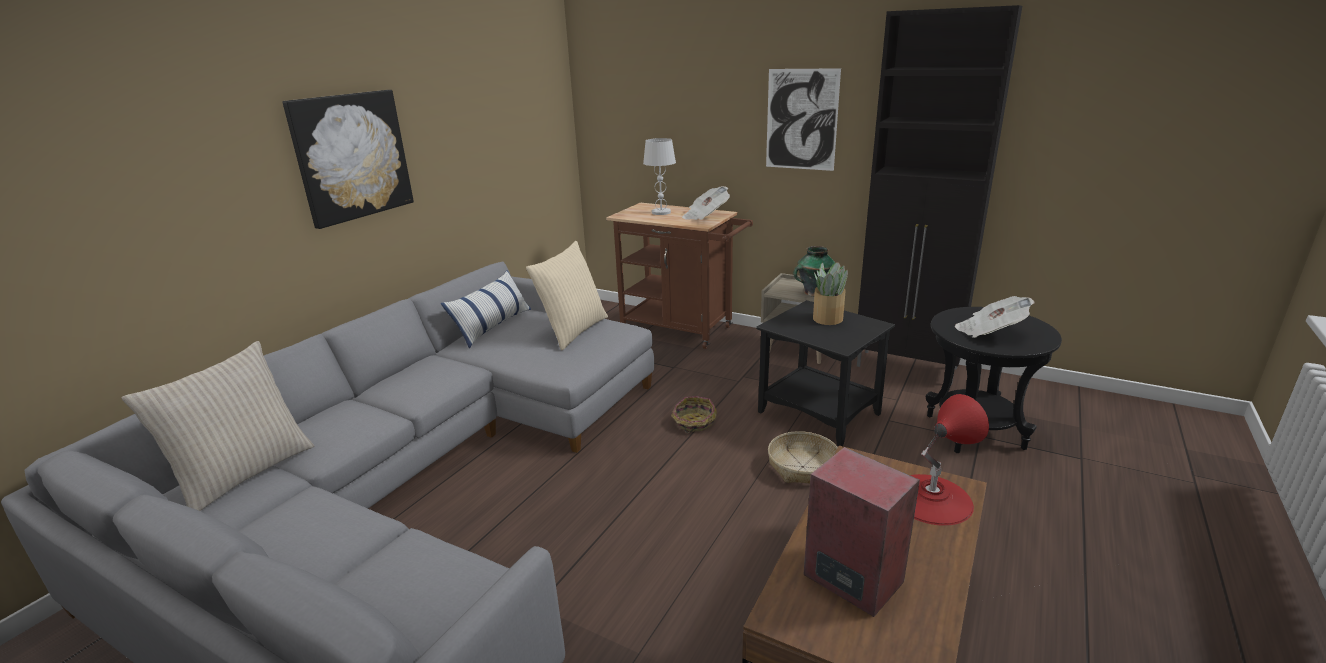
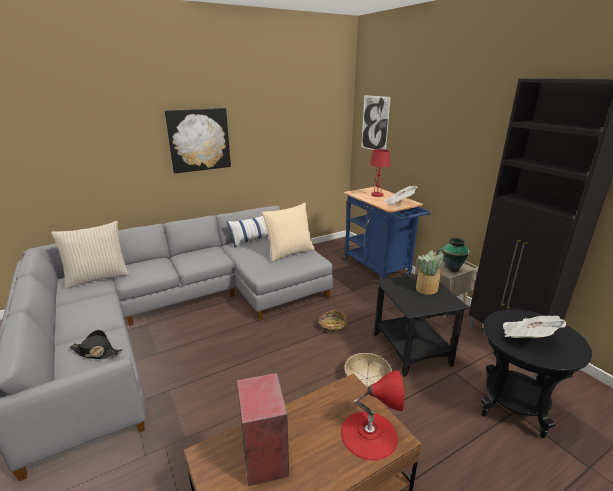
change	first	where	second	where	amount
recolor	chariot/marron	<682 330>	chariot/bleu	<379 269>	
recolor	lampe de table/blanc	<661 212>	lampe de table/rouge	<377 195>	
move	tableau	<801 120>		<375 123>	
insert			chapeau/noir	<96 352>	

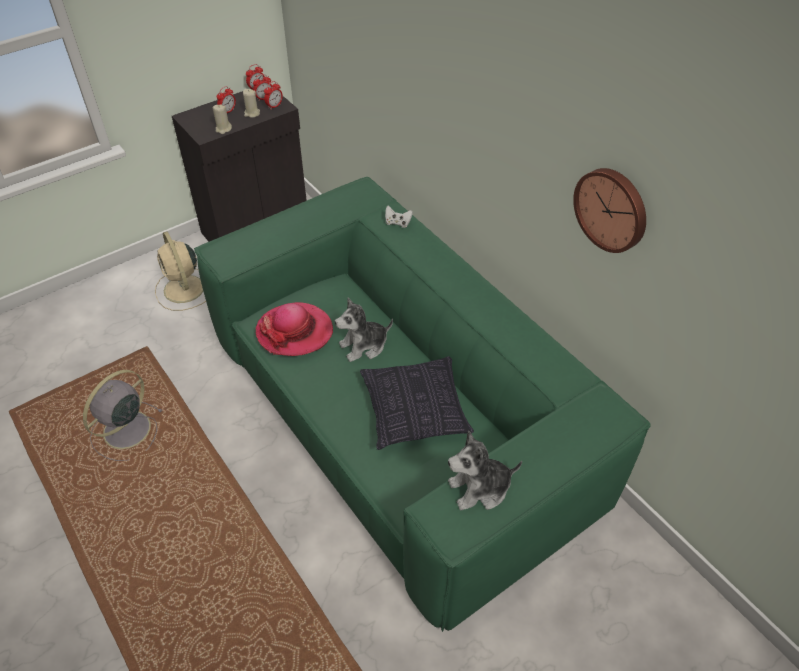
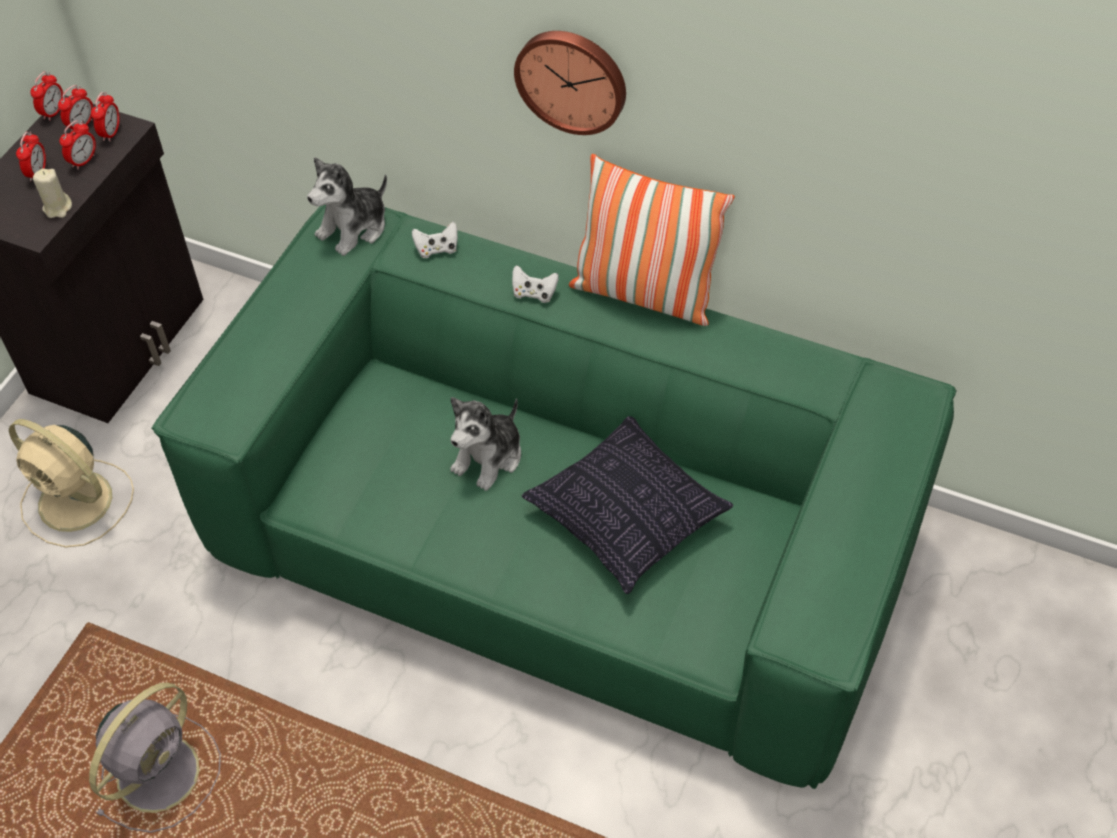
change	first	where	second	where	amount
rotate	ventilateur/gris	<125 431>		<161 770>	150 degrees counterclockwise
replace	bougie/beige	<252 113>	réveil	<83 161>	
delete	chapeau	<294 332>			
move	peluche	<480 488>		<354 228>	
move	horloge murale	<612 209>		<572 79>	
insert			manette/blanc	<534 293>	
insert			coussin	<643 294>	

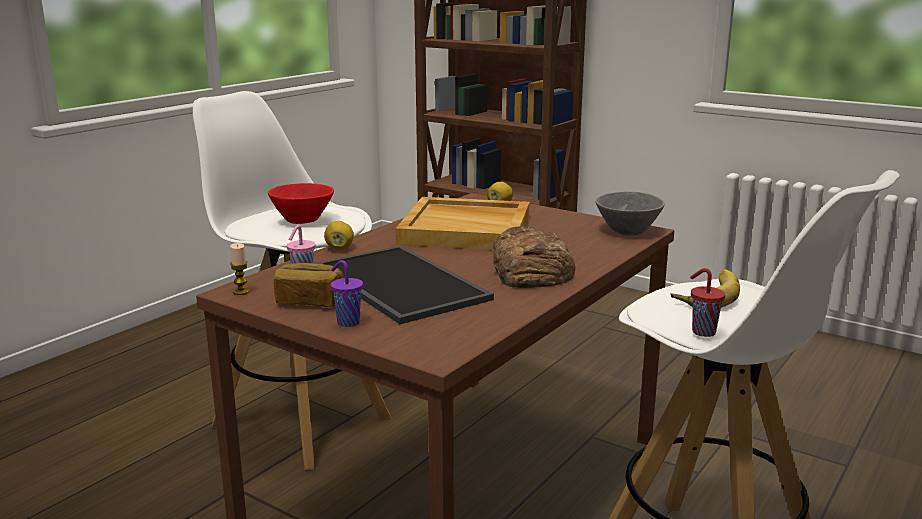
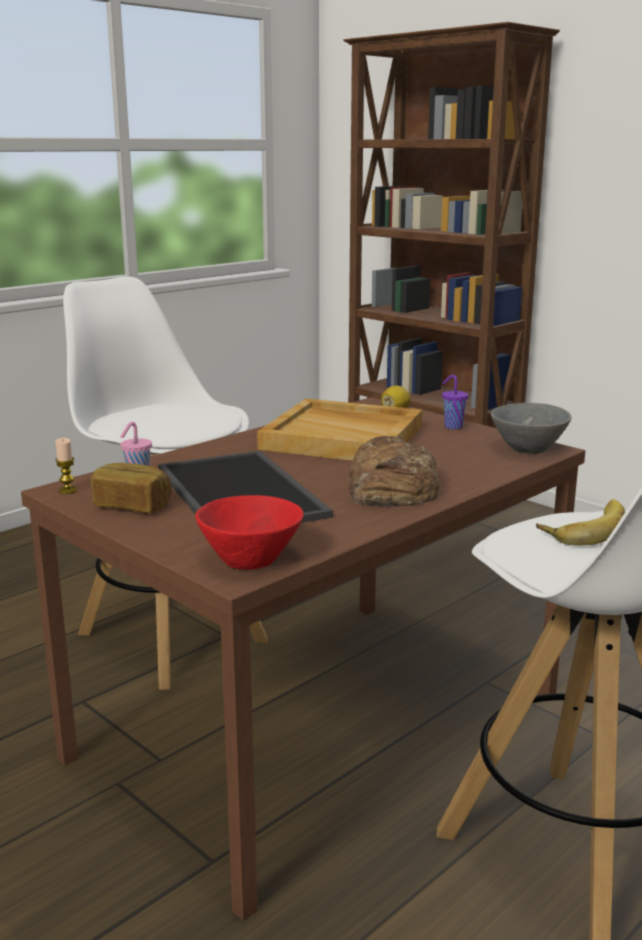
change	first	where	second	where	amount
move	bol/rouge	<304 220>		<253 559>	
delete	citron	<339 248>			
move	tasse/violet	<347 322>		<452 426>	
delete	tasse/rouge	<702 332>			

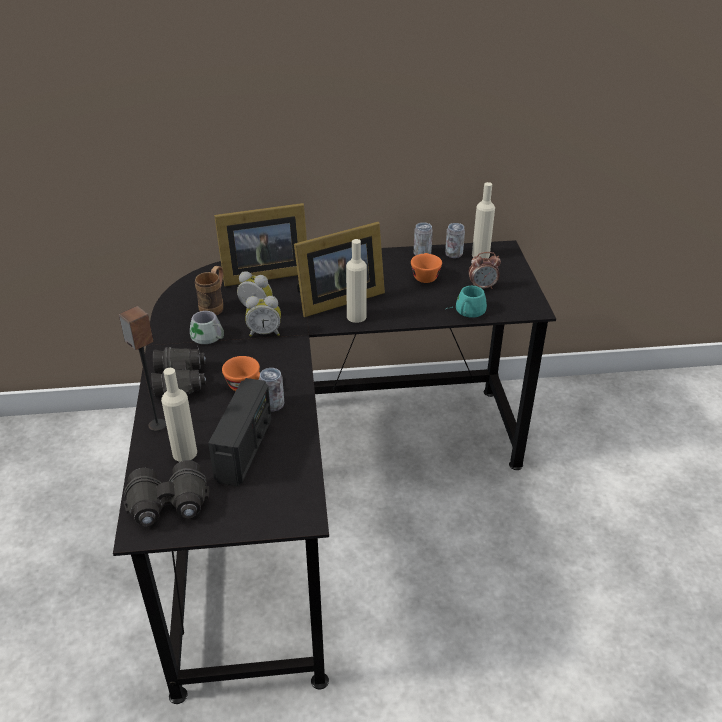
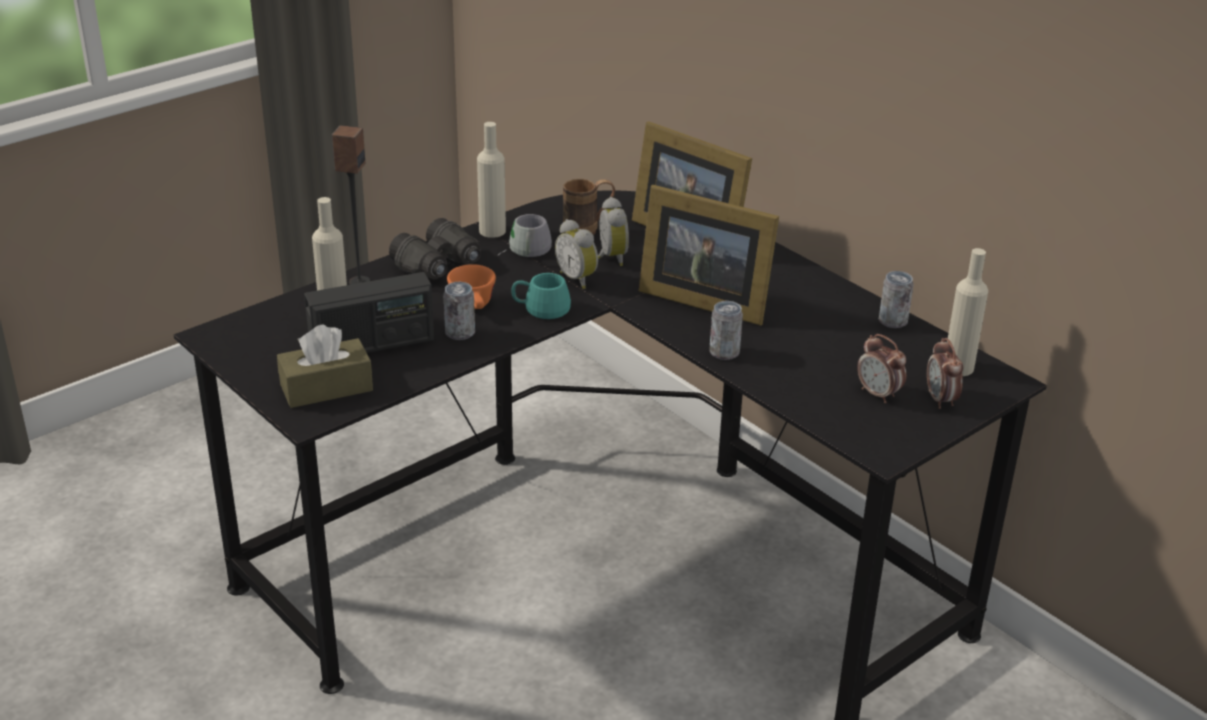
change	first	where	second	where	amount
delete	jumelles/noir	<169 505>			
move	bouteille/beige	<356 316>		<492 231>	
delete	tasse/orange	<424 275>			
move	boîte métallique	<453 254>		<724 352>	
move	mug/turquoise	<465 311>		<541 306>	
insert			boîte à mouchoirs/marron	<326 388>	
insert			réveil	<941 400>	

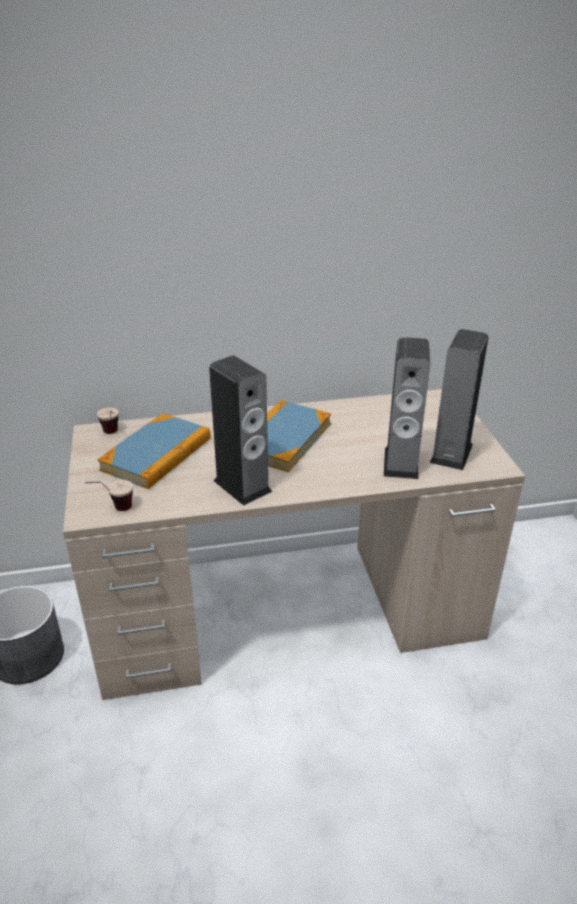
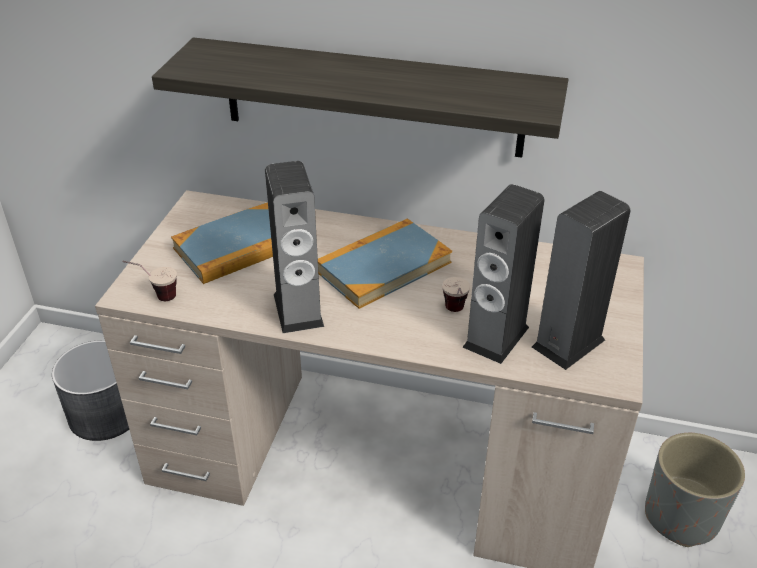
change	first	where	second	where	amount
move	tasse	<113 434>		<455 314>	
insert			étagère	<372 98>	
insert			cache-pot/gris	<681 516>	

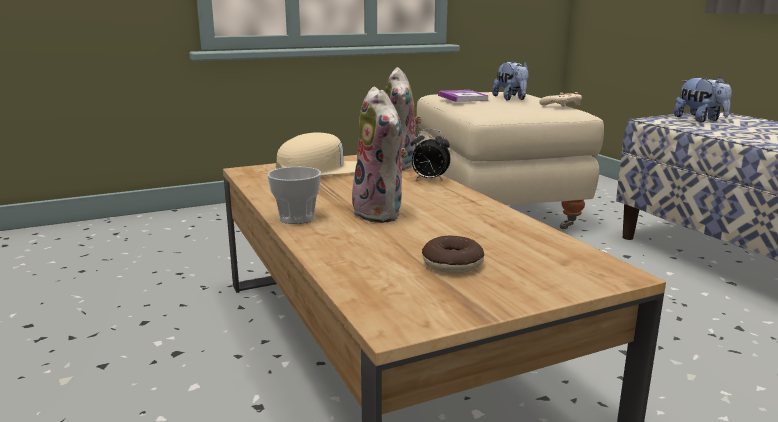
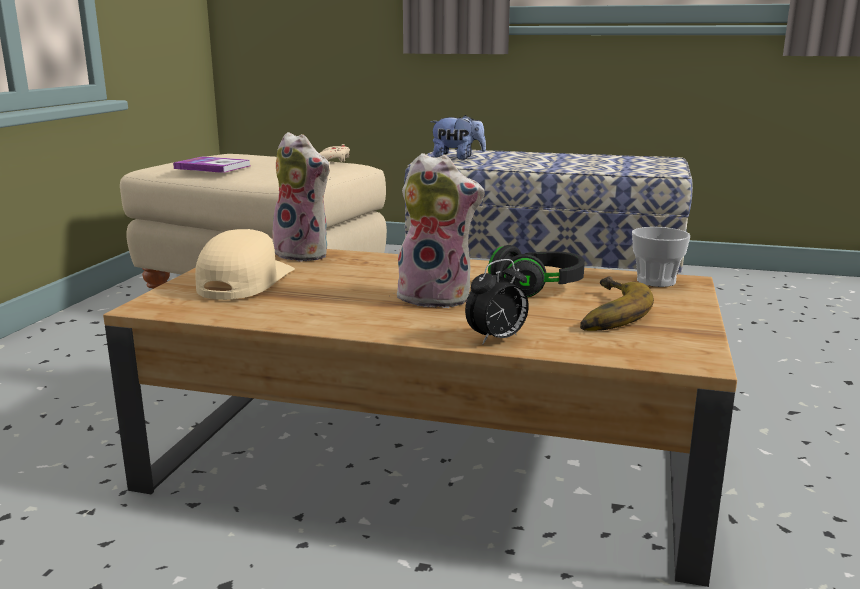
change	first	where	second	where	amount
move	tasse	<296 218>		<656 281>	
move	réveil	<429 180>		<497 339>	
replace	beignet	<452 264>	banane	<601 312>	
delete	peluche	<511 99>			
insert			casque audio/noir	<537 289>	

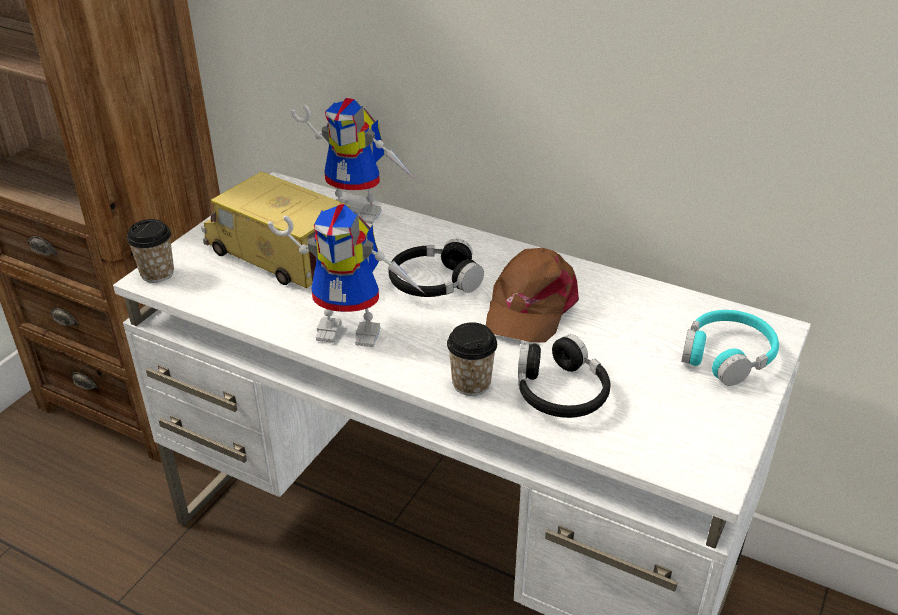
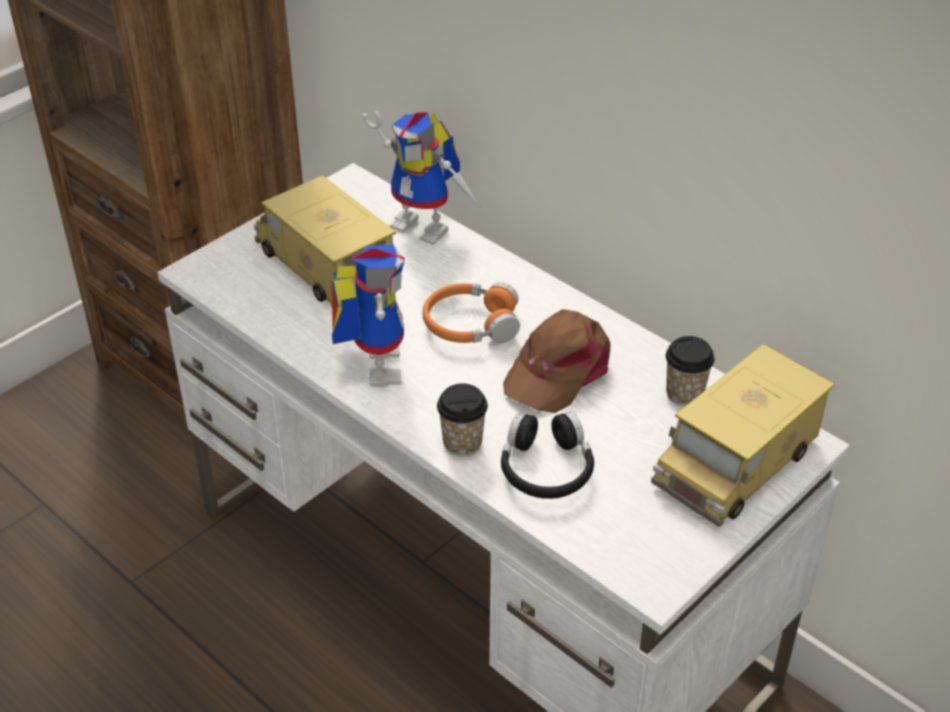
change	first	where	second	where	amount
move	tasse	<157 273>		<684 394>	
rotate	robot jouet	<356 329>		<373 363>	120 degrees counterclockwise
recolor	casque audio/noir	<434 282>	casque audio/orange	<470 325>	
replace	casque audio/turquoise	<727 356>	camion jouet	<737 463>	

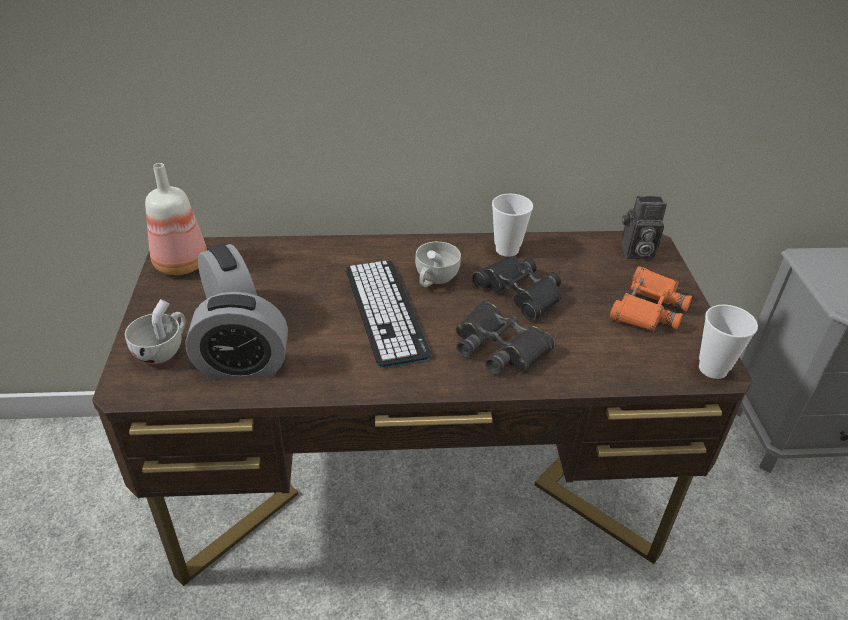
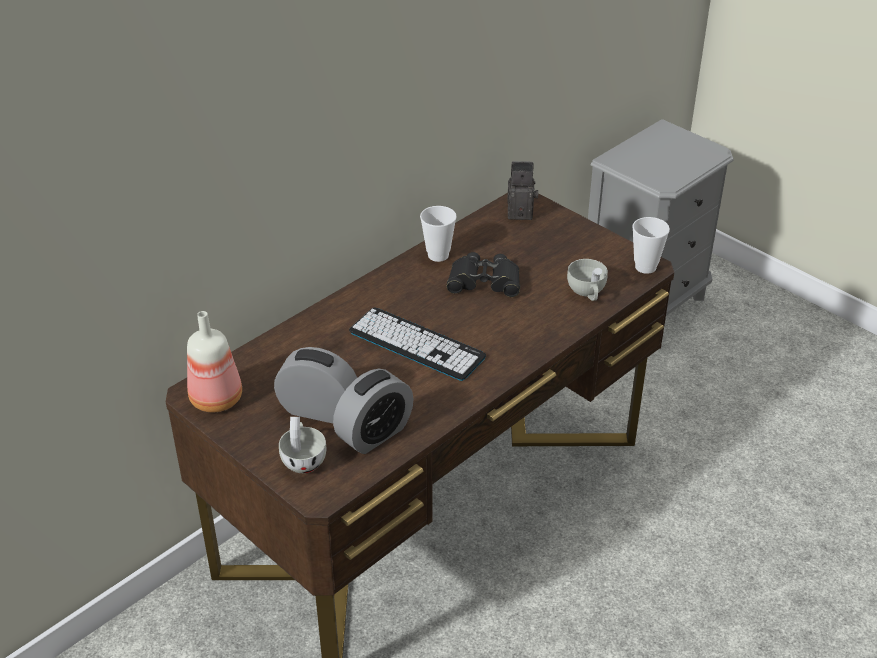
change	first	where	second	where	amount
move	tasse/blanc	<434 279>		<587 292>	
delete	jumelles/noir	<499 347>			
delete	jumelles/orange	<648 308>			
rotate	appareil photo	<635 252>		<521 212>	135 degrees counterclockwise

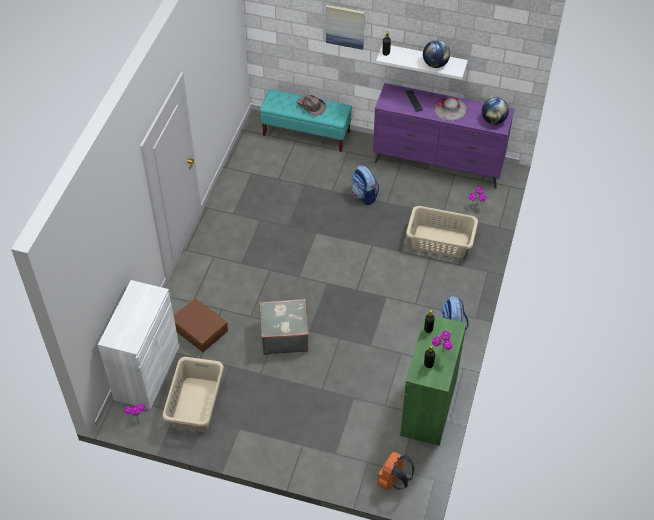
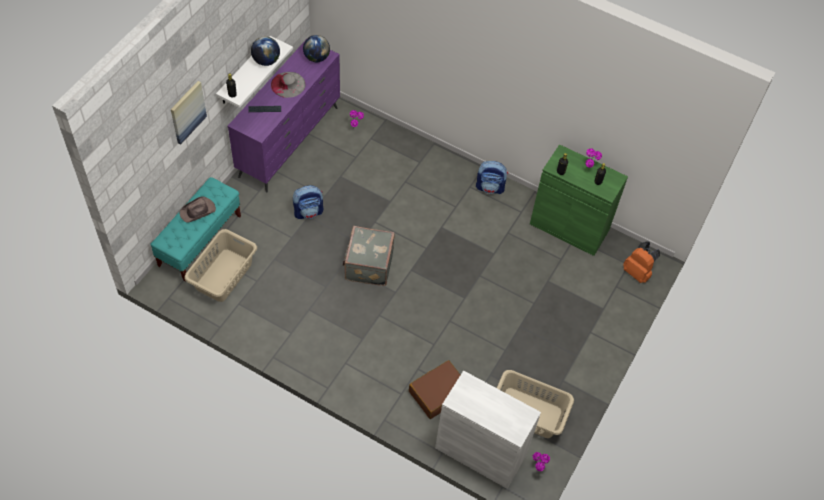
change	first	where	second	where	amount
move	valise/gris	<284 336>		<368 265>	
move	panier à linge/beige	<440 242>		<224 275>	

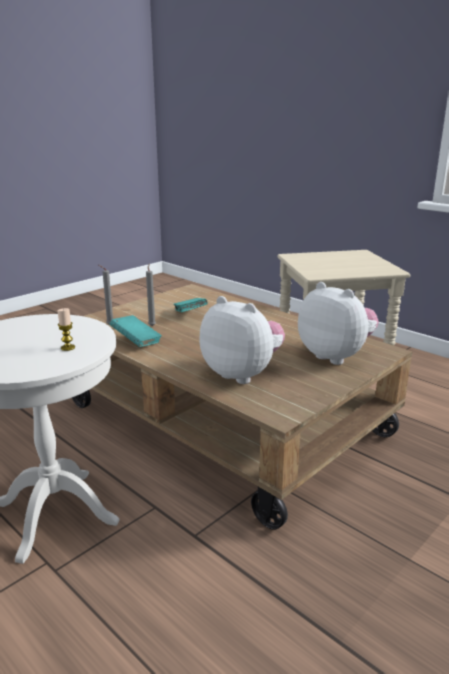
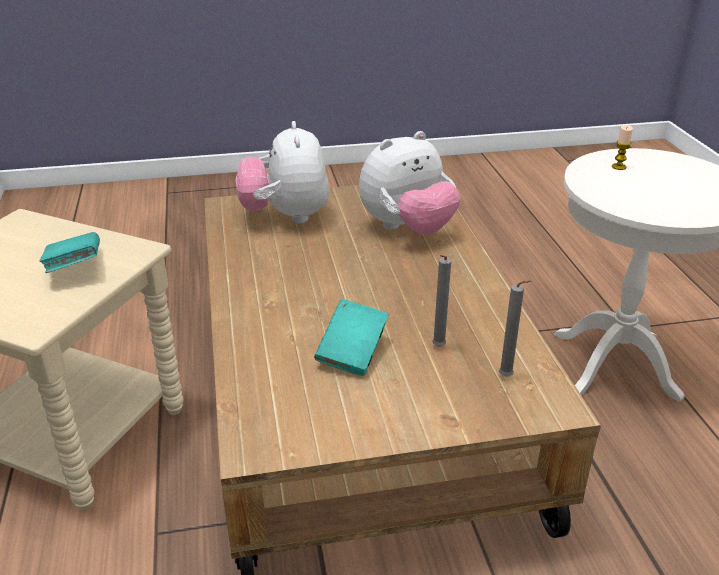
change	first	where	second	where	amount
move	livre/turquoise	<136 342>		<75 268>	
rotate	peluche	<242 374>		<407 229>	105 degrees counterclockwise

